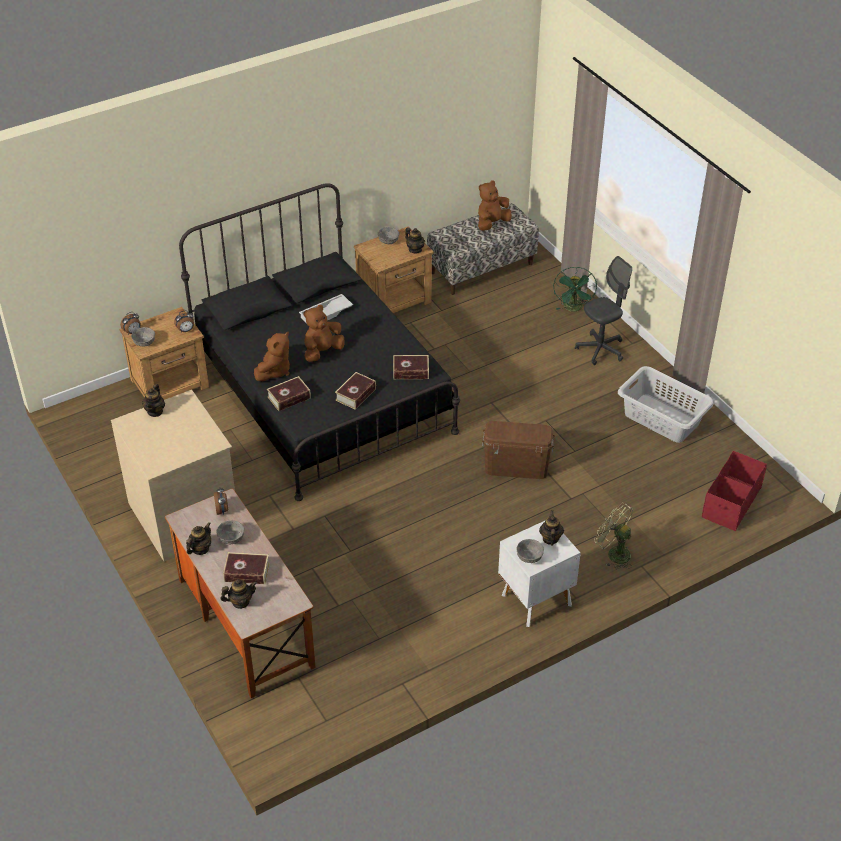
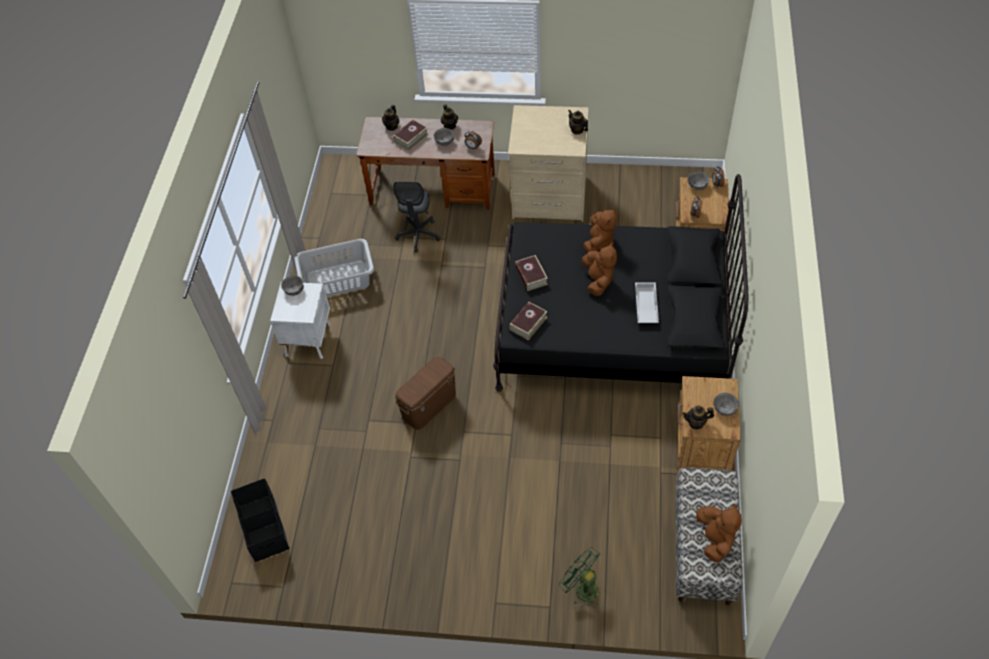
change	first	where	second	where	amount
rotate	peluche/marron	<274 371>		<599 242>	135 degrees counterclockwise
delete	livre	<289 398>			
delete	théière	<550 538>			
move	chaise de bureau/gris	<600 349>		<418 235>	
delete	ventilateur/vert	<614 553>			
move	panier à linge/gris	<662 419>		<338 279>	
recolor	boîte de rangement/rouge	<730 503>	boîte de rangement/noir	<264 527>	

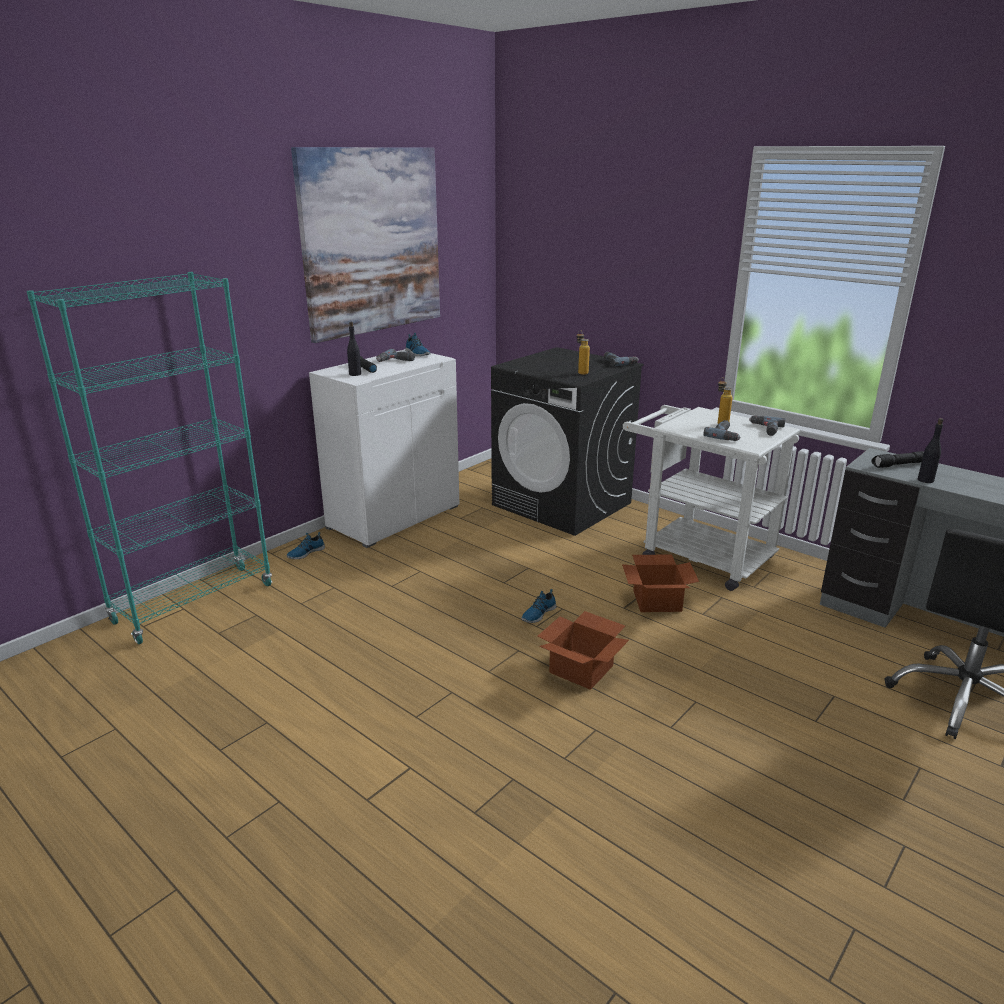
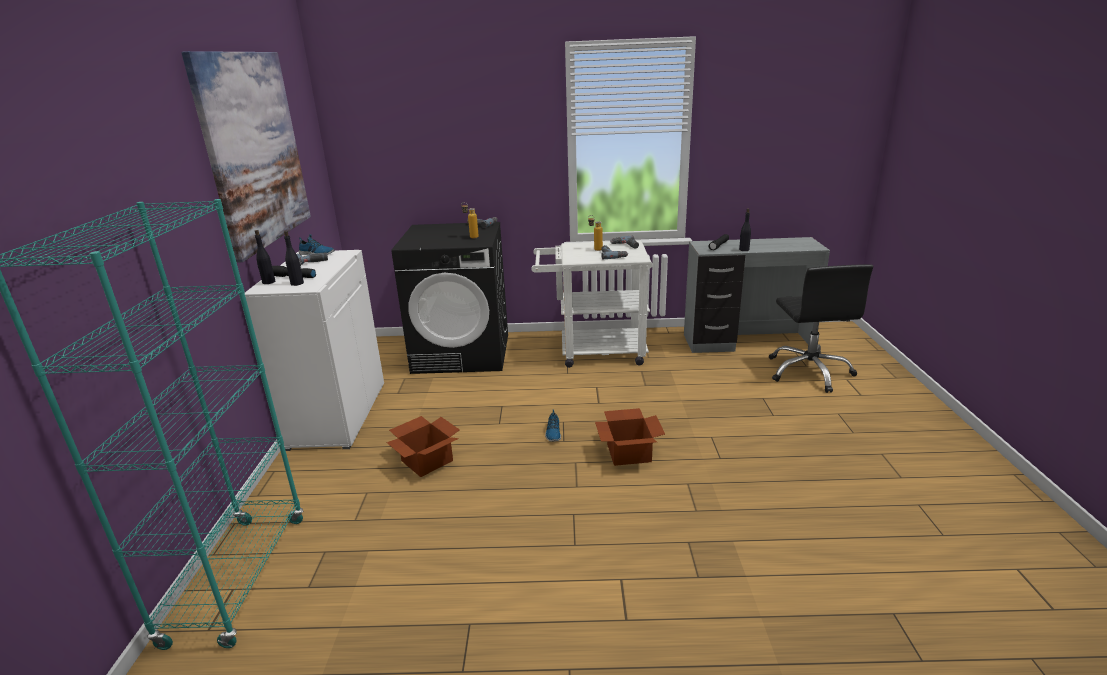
change	first	where	second	where	amount
delete	chaussure	<305 553>			
move	carton	<657 600>		<427 460>	
insert			bouteille/noir	<268 282>	

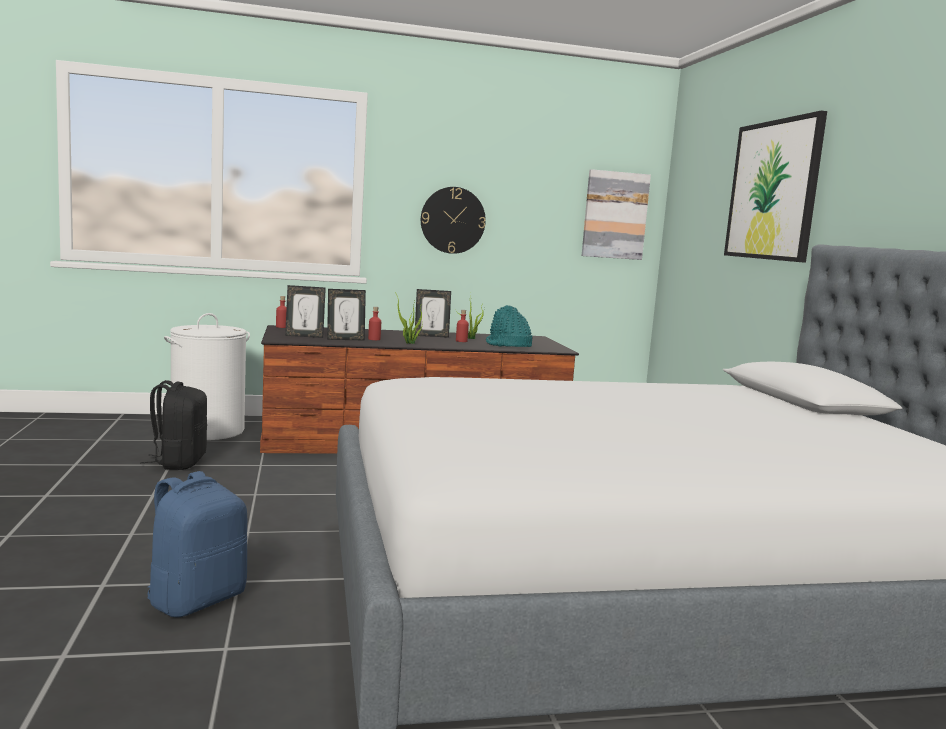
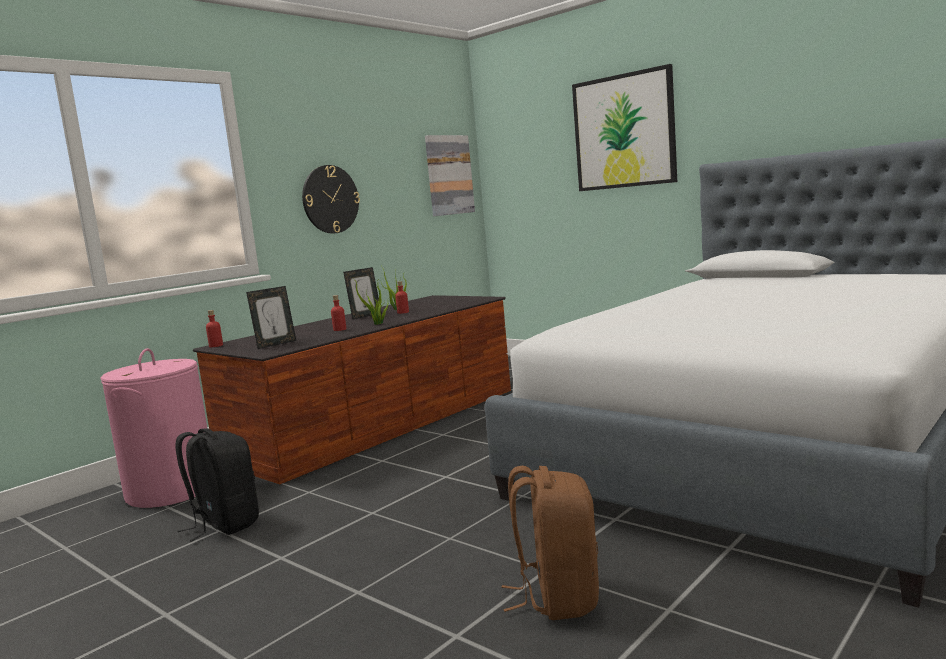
change	first	where	second	where	amount
recolor	sac à dos/bleu	<197 599>	sac à dos/marron	<557 597>	
recolor	panier à linge/blanc	<208 430>	panier à linge/rose	<170 490>	
delete	cadre photo	<345 339>			
delete	chapeau/turquoise	<508 345>			

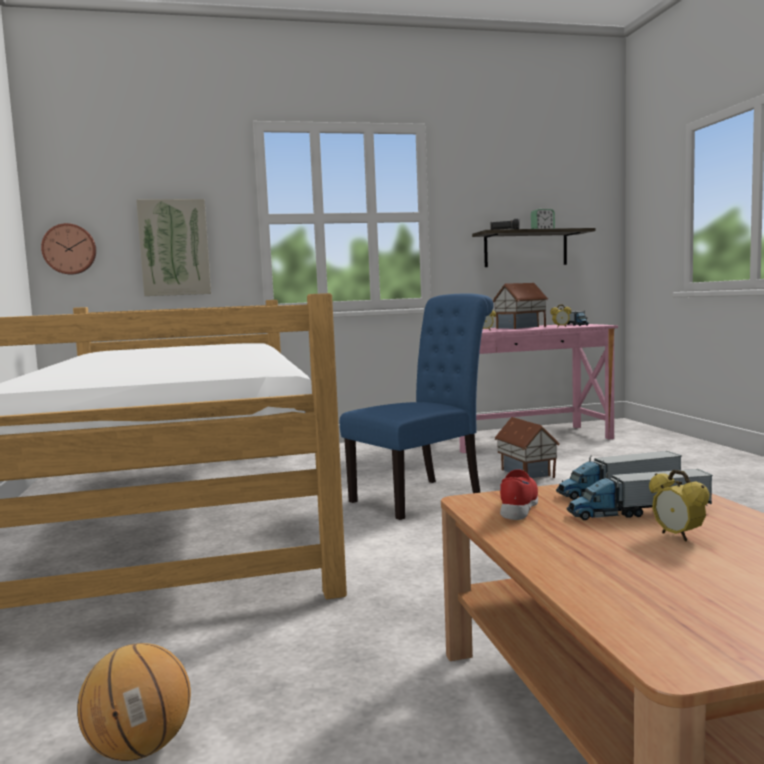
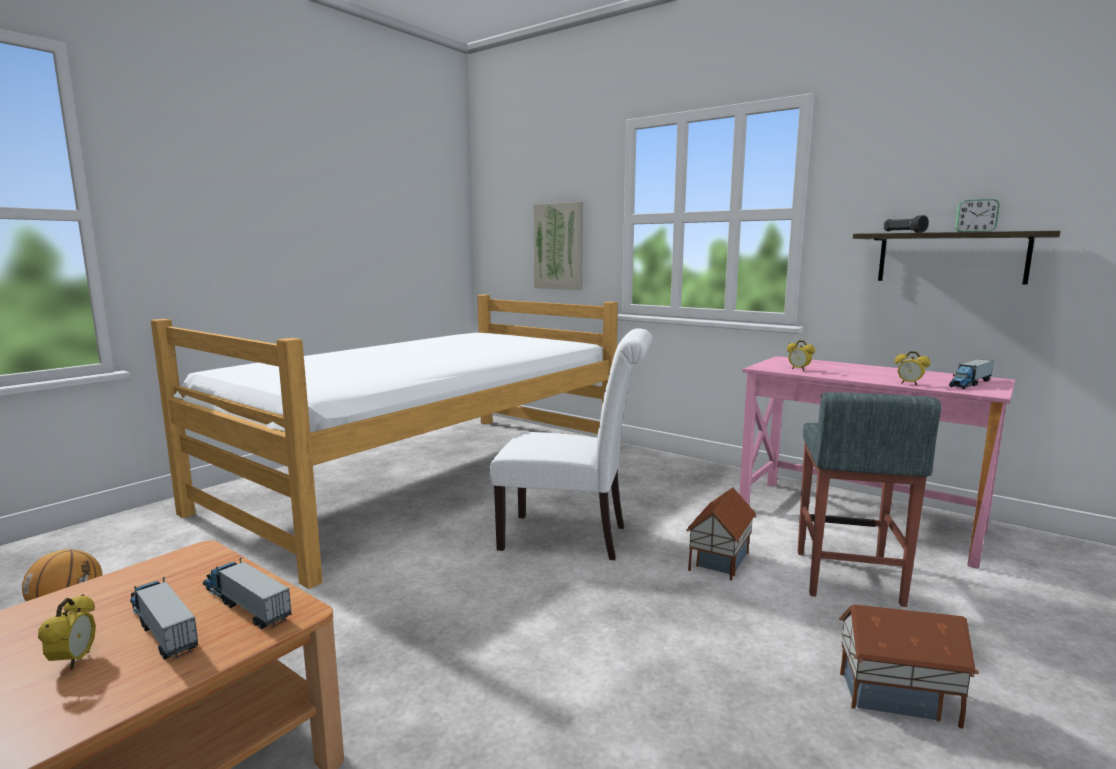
change	first	where	second	where	amount
delete	horloge murale	<69 249>			
recolor	chaise/bleu	<423 496>	chaise/blanc	<572 538>	
move	maison miniature	<521 327>		<898 700>	
delete	chaussure/rouge	<519 508>			
rotate	réveil	<677 536>		<74 661>	150 degrees clockwise
insert			tabouret/gris	<847 578>	

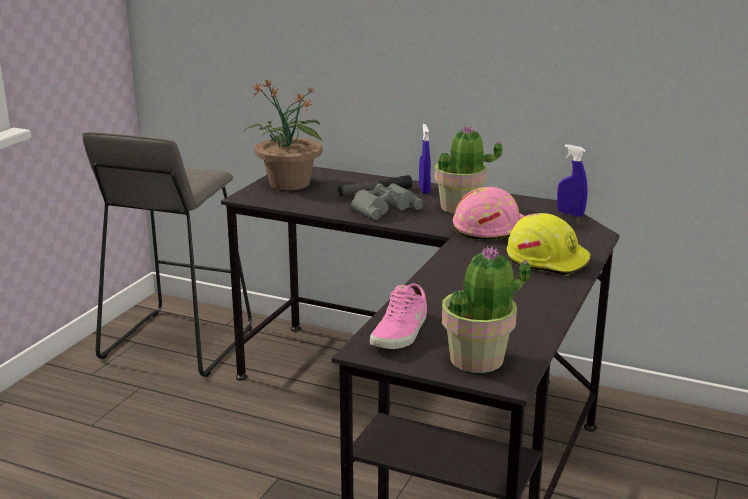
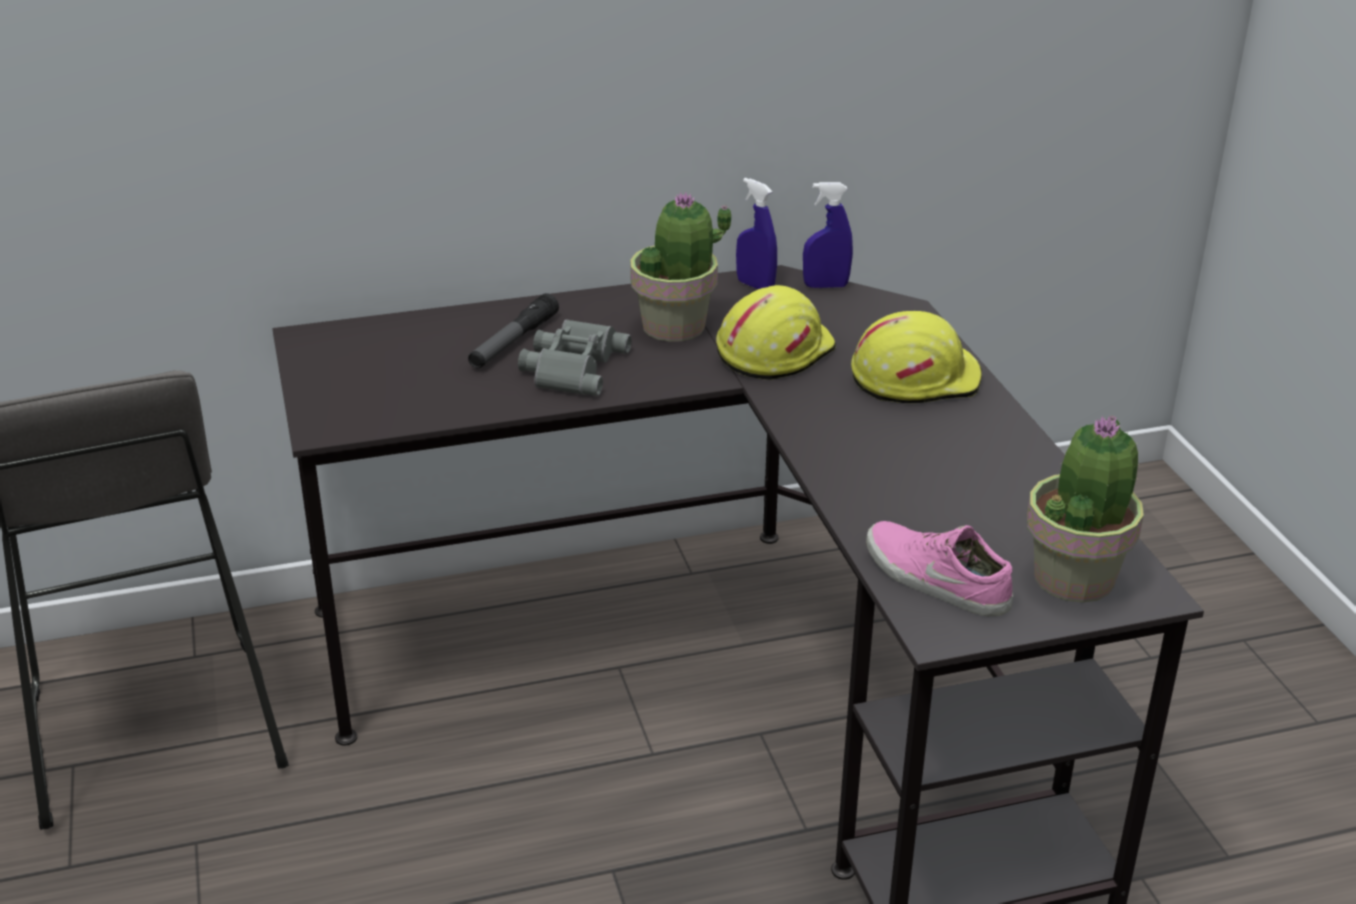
change	first	where	second	where	amount
delete	plante en pot	<289 184>			
rotate	chaussure/rose	<401 332>		<934 580>	150 degrees clockwise
move	vaporisateur/bleu	<424 190>		<755 286>	
recolor	casque de chantier/rose	<491 229>	casque de chantier/jaune	<773 351>	

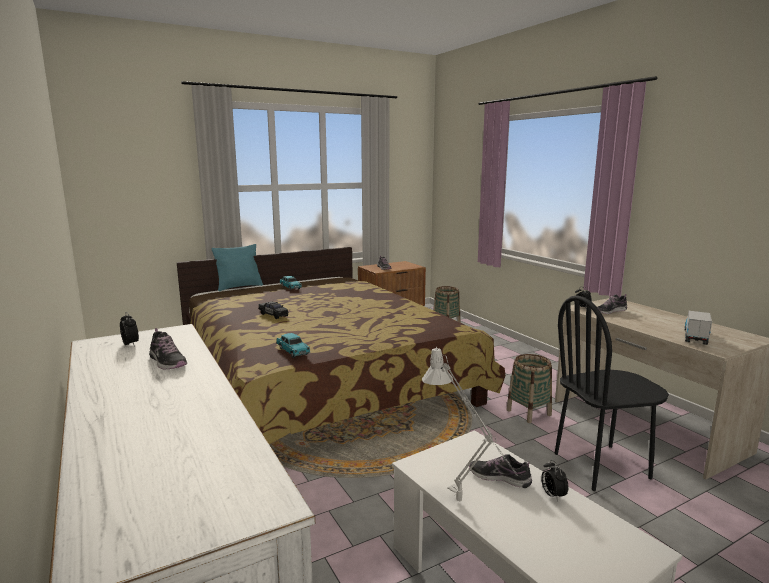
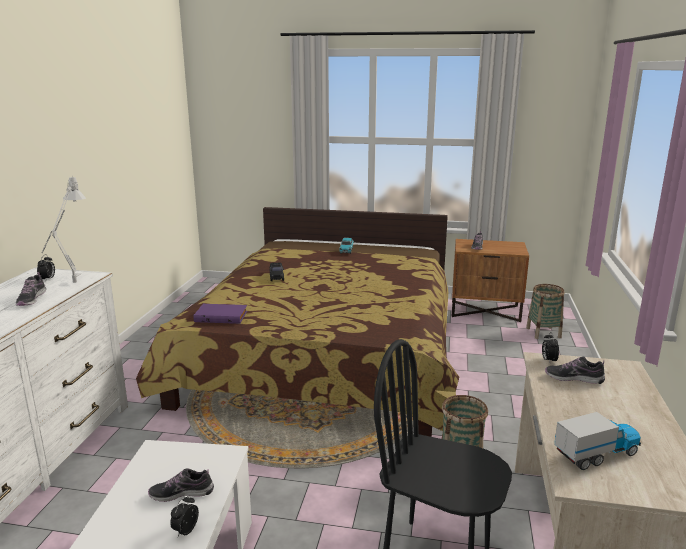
change	first	where	second	where	amount
delete	coussin/turquoise	<239 287>			
replace	petite voiture/turquoise	<293 351>	livre/violet	<221 316>	
move	lampe de table/gris	<465 506>		<72 285>	
rotate	chaussure	<499 478>		<182 493>	75 degrees counterclockwise

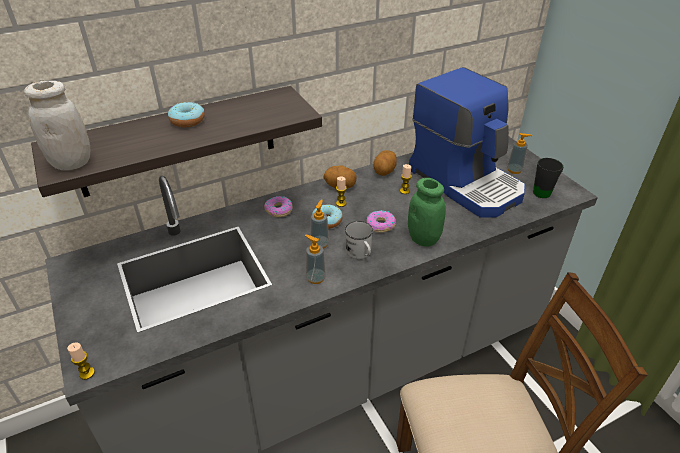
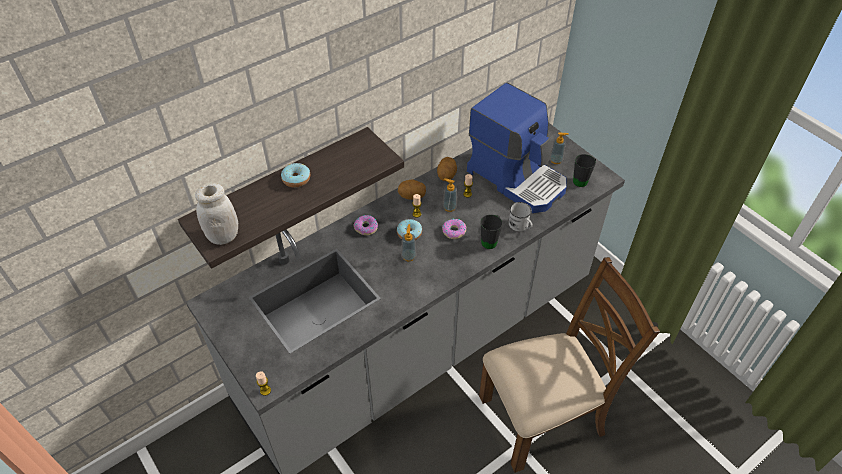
change	first	where	second	where	amount
move	distributeur de savon	<315 278>		<449 207>	
move	mug/blanc	<360 253>		<520 226>	
replace	bocal/vert	<423 239>	mug/noir	<490 240>	

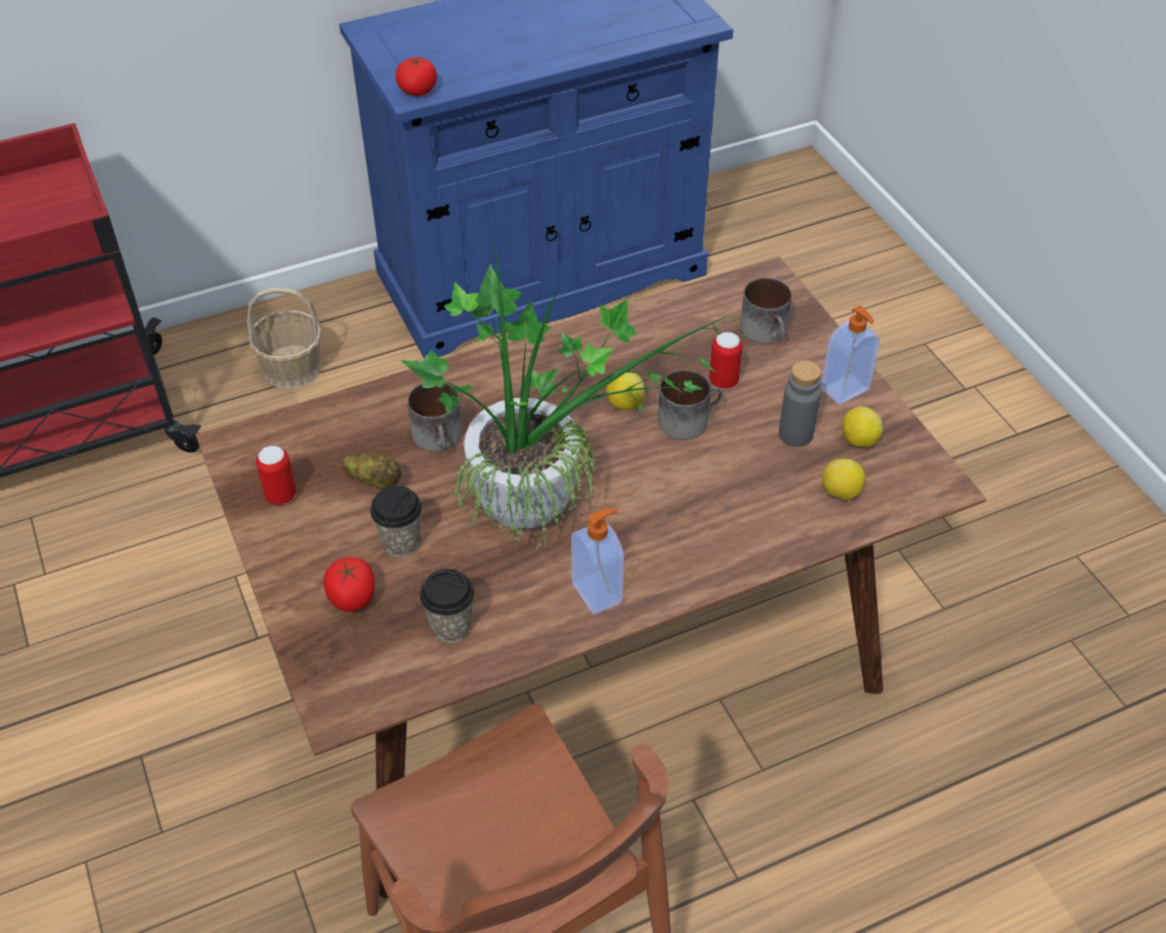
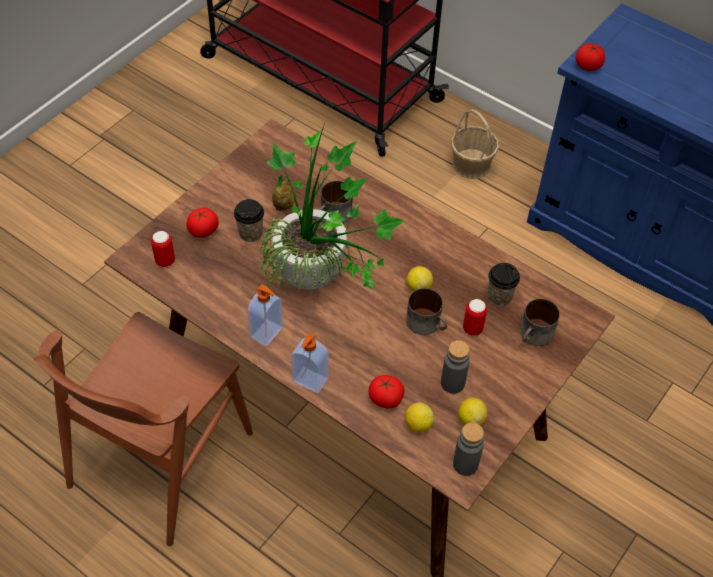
change	first	where	second	where	amount
move	boîte métallique	<281 496>		<165 261>	
move	tasse	<451 627>		<499 296>	
move	distributeur de savon	<846 390>		<309 381>	
insert			tomate	<385 399>	
insert			bouteille/gris	<465 464>	

